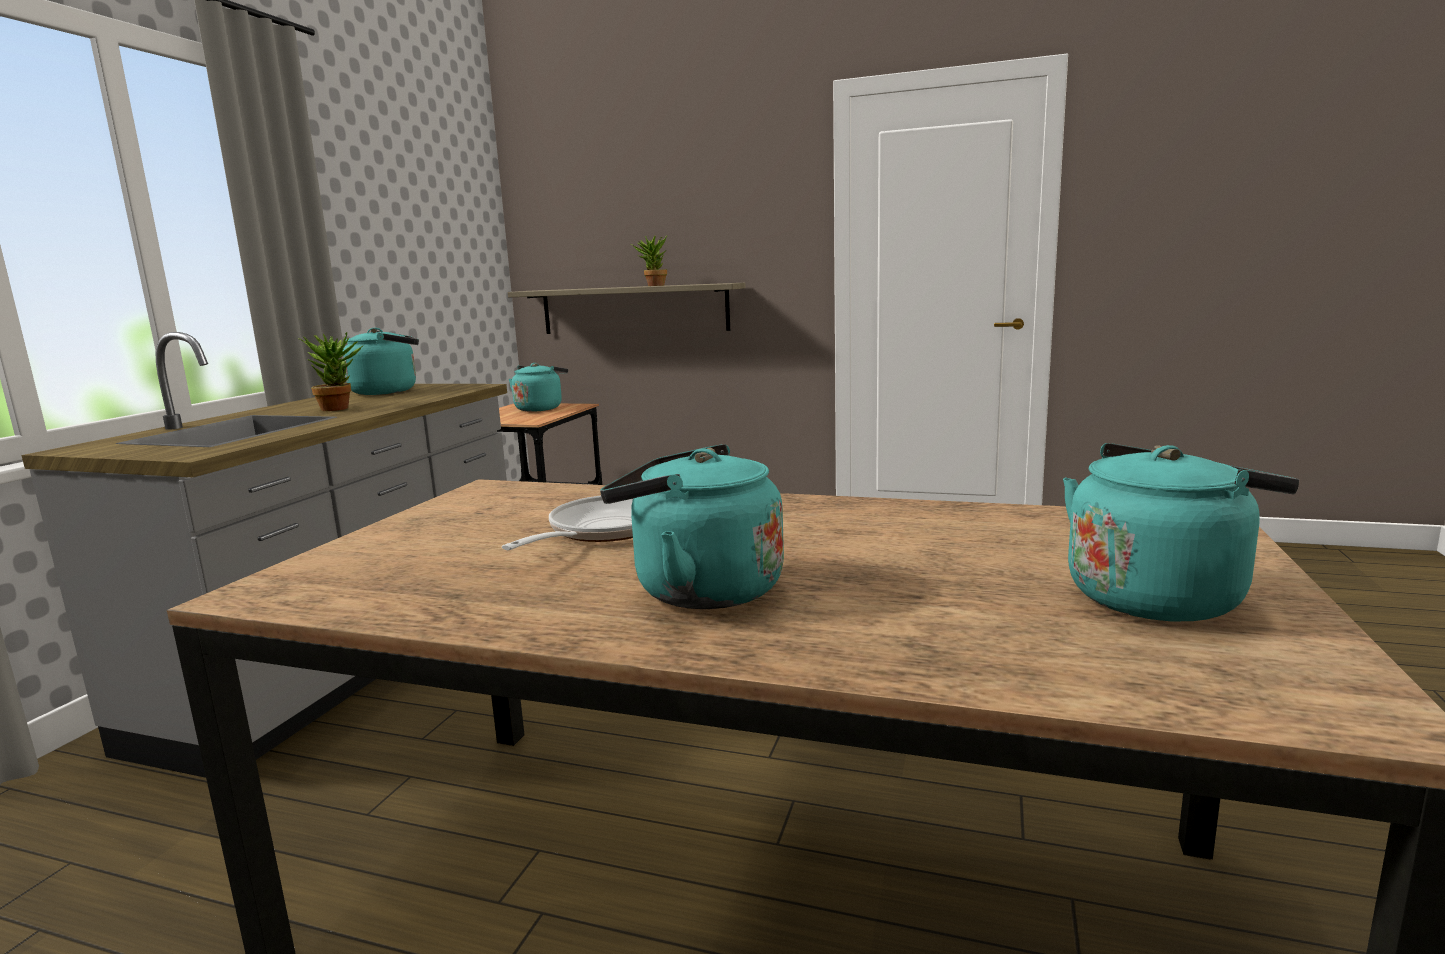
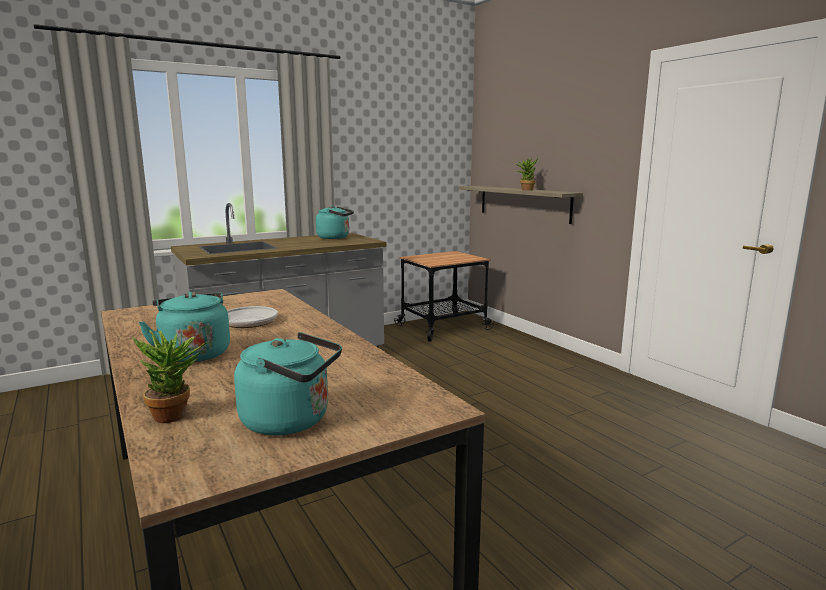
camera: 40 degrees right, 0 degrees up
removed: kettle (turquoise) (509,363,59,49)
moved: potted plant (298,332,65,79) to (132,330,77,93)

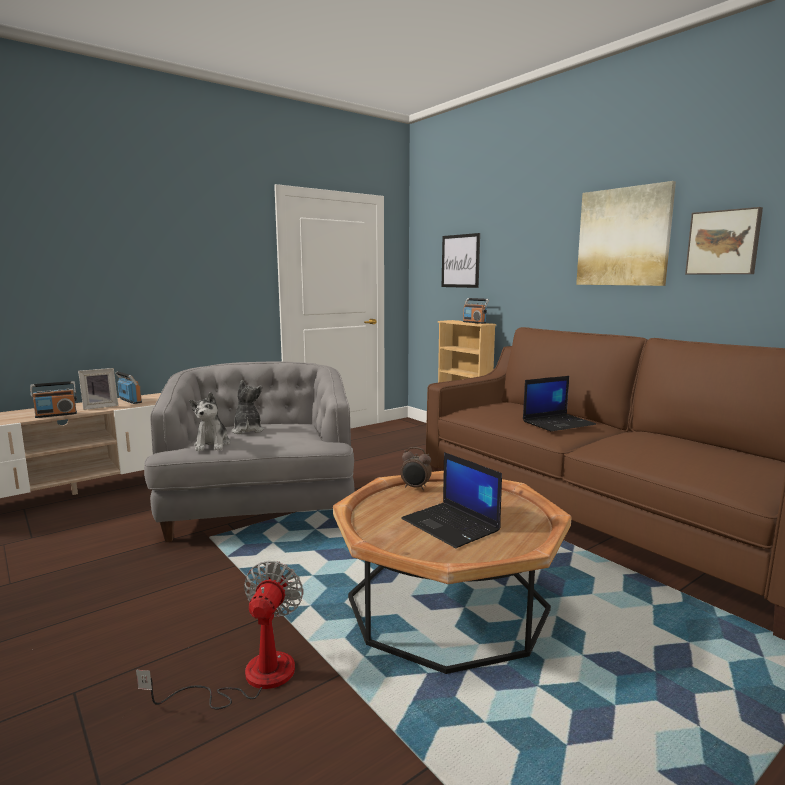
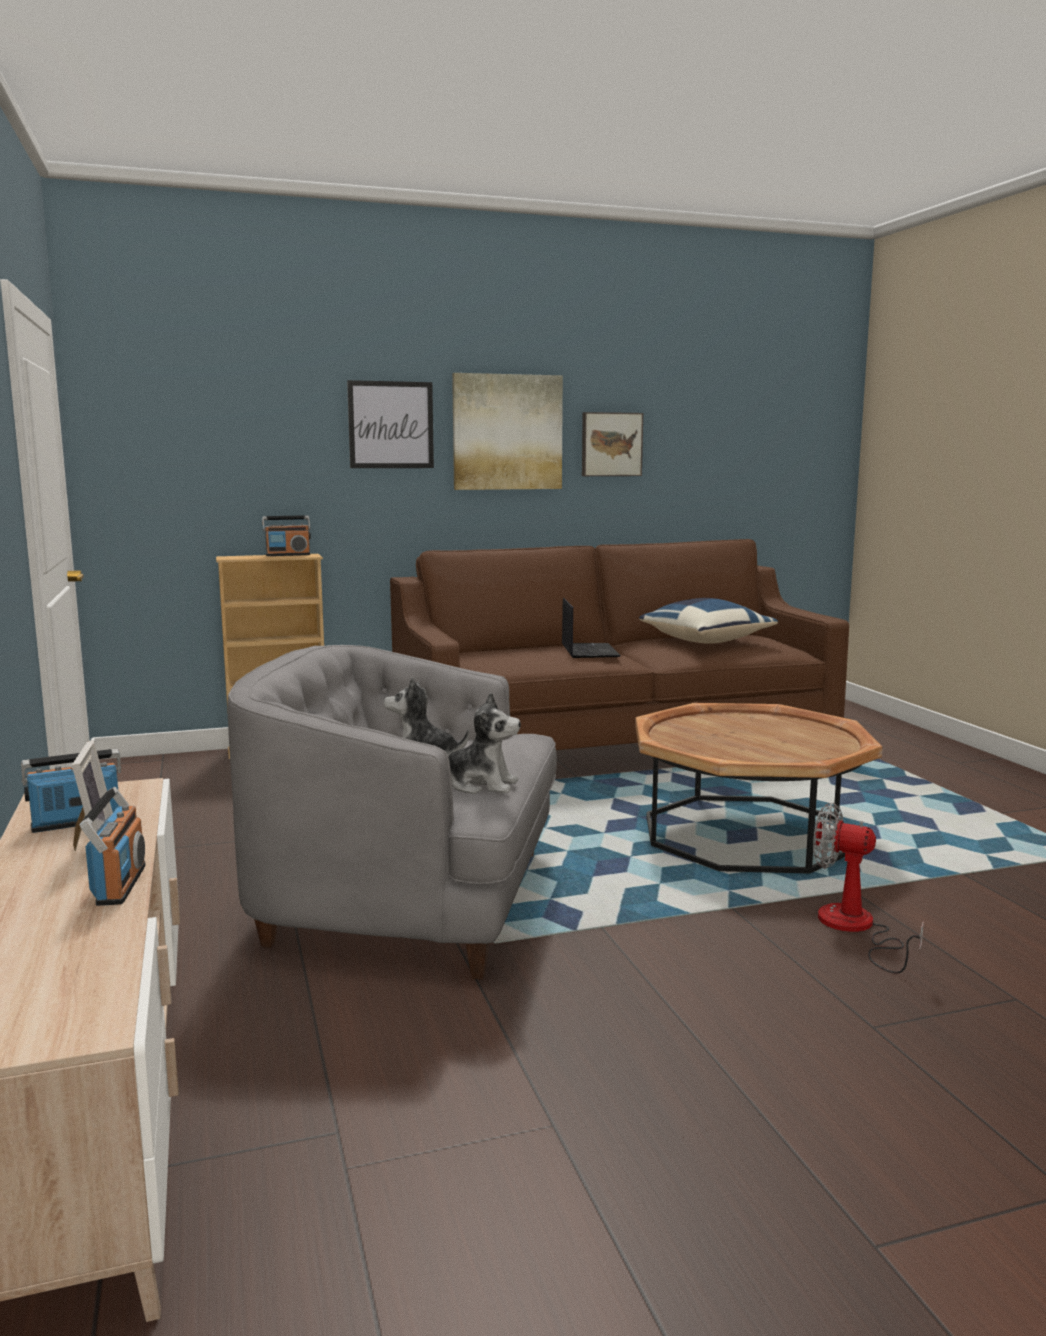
camera: 70 degrees left, 0 degrees up
removed: alarm clock (400,447,32,43); laptop (401,452,101,96)
added: pillow (blue) (639,598,139,46)
moved: picture (442,233,38,55) to (347,380,87,88)

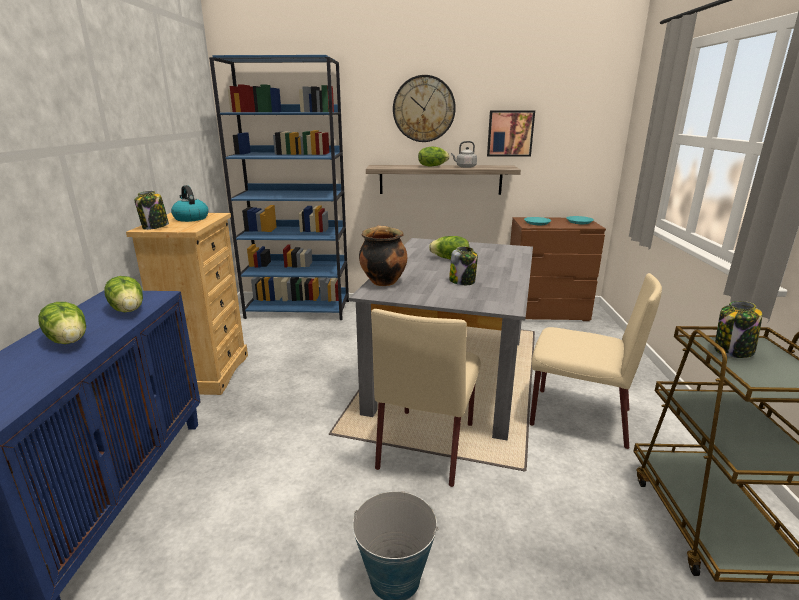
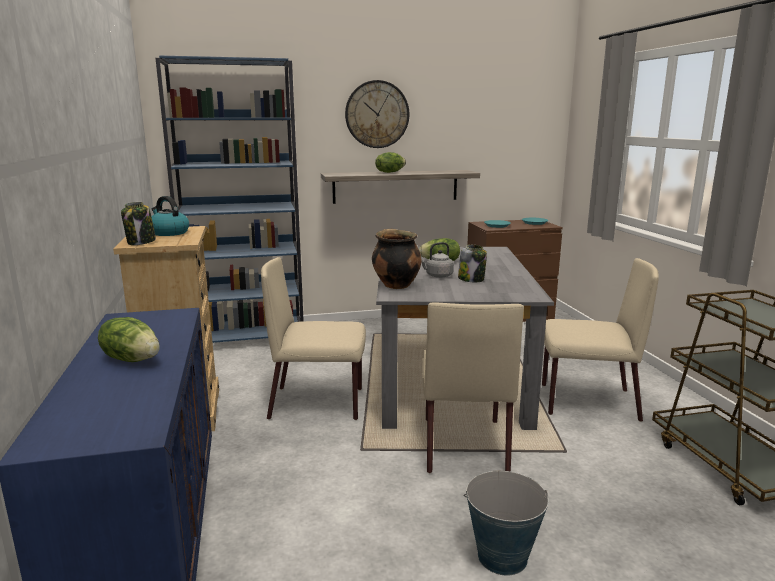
camera: 15 degrees left, 5 degrees down
removed: lettuce (105,276,38,37); picture (487,111,48,46); jar (714,301,48,57)
added: chair (beige) (261,257,105,163)
moved: kettle (grey) (451,141,26,27) to (422,242,32,36)

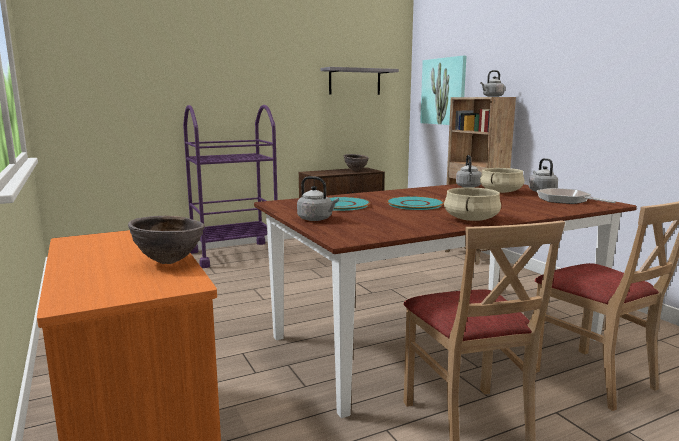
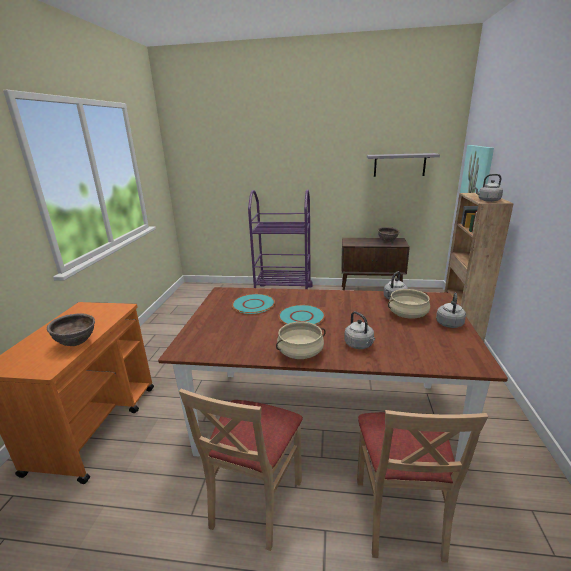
camera: 35 degrees right, 10 degrees up
removed: frying pan (537,188,79,16)
moved: kettle (grey) (297,176,42,45) to (344,311,31,38)

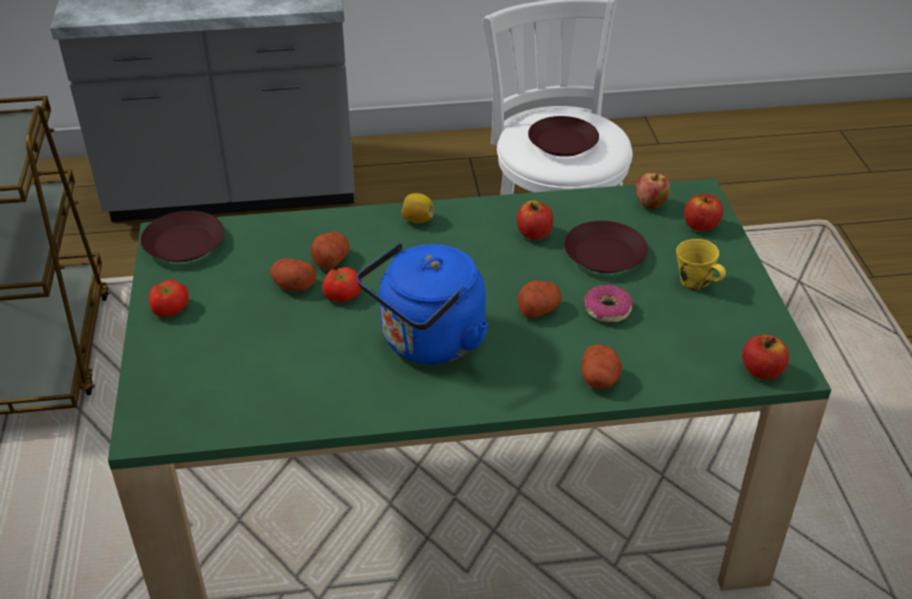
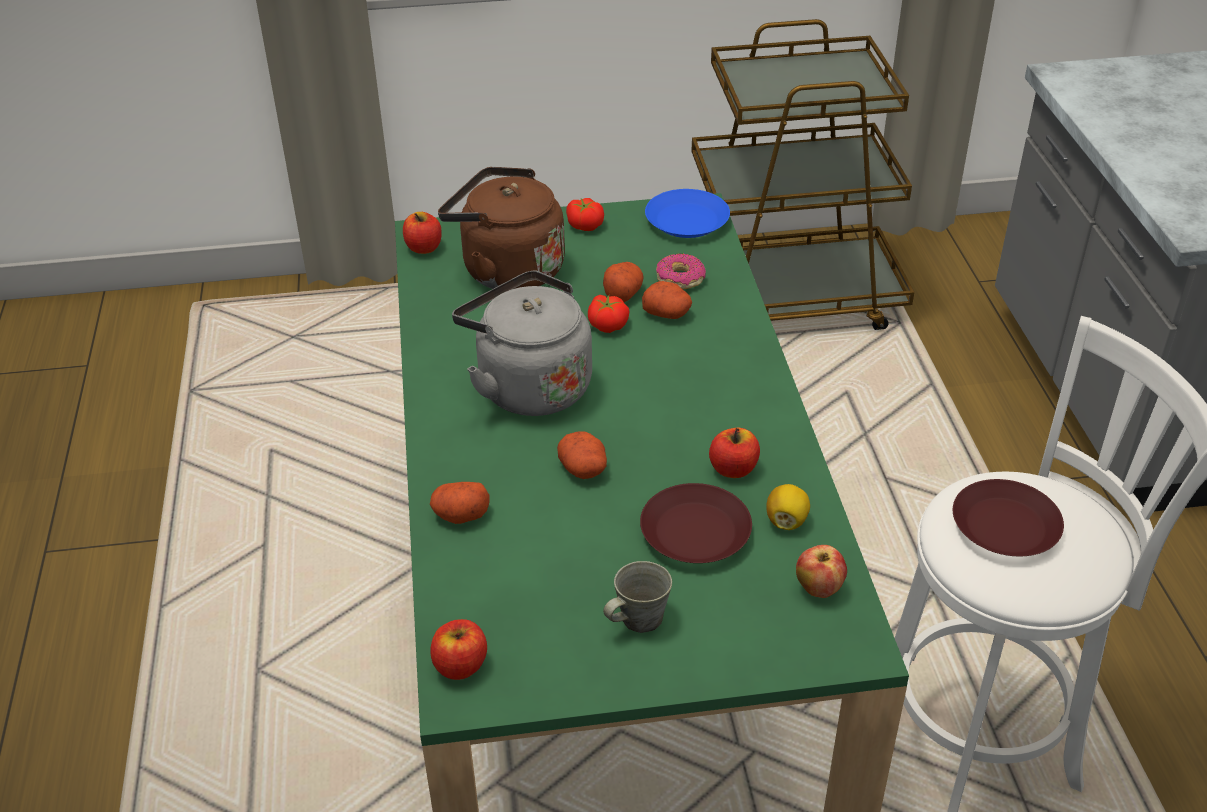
camera: 90 degrees right, 0 degrees up
added: kettle (brown) (438,167,127,122)
moved: apple (684,194,39,38) to (403,212,39,42); donut (584,284,49,38) to (656,253,50,36); lemon (401,193,33,30) to (766,484,44,46)
recoloured: kettle (blue) (357,243,132,121) to kettle (grey) (452,271,140,145); mug (yellow) (676,239,50,51) to mug (grey) (603,561,69,72); plate (brown) (140,211,84,51) to plate (blue) (645,189,85,49)

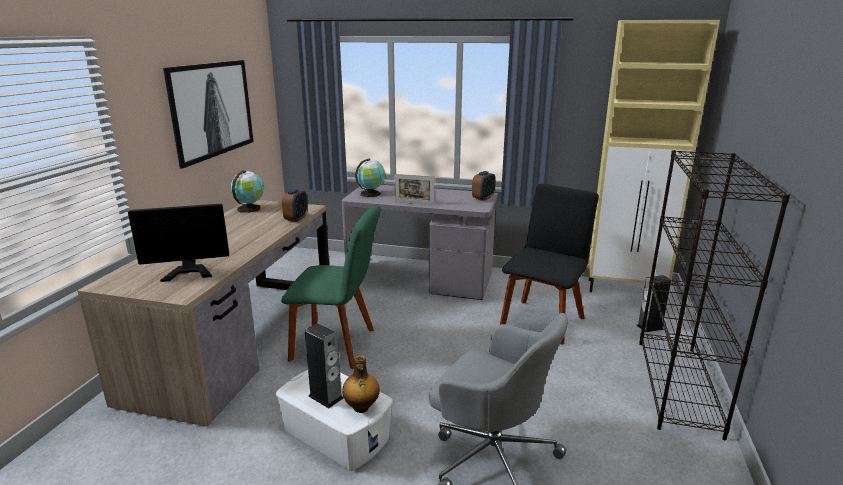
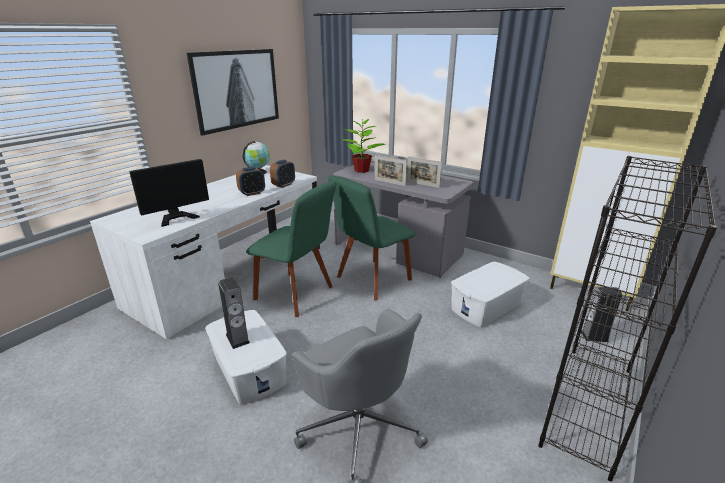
camera: 20 degrees right, 5 degrees up
removed: bottle (342,355,38,58)
added: chair (green) (328,175,87,125); picture frame (407,156,35,32)
moved: alarm clock (472,171,24,30) to (236,167,29,29)
replaced: globe (355,159,30,38) to potted plant (343,119,43,54); chair (black) (500,184,99,161) to storage box (white) (451,262,78,65)
recoloured: desk (brown) (77,200,252,227) to desk (white) (90,165,230,174)
turned: monitor (128,204,101,78) = (129,159,80,68) 45 degrees counterclockwise

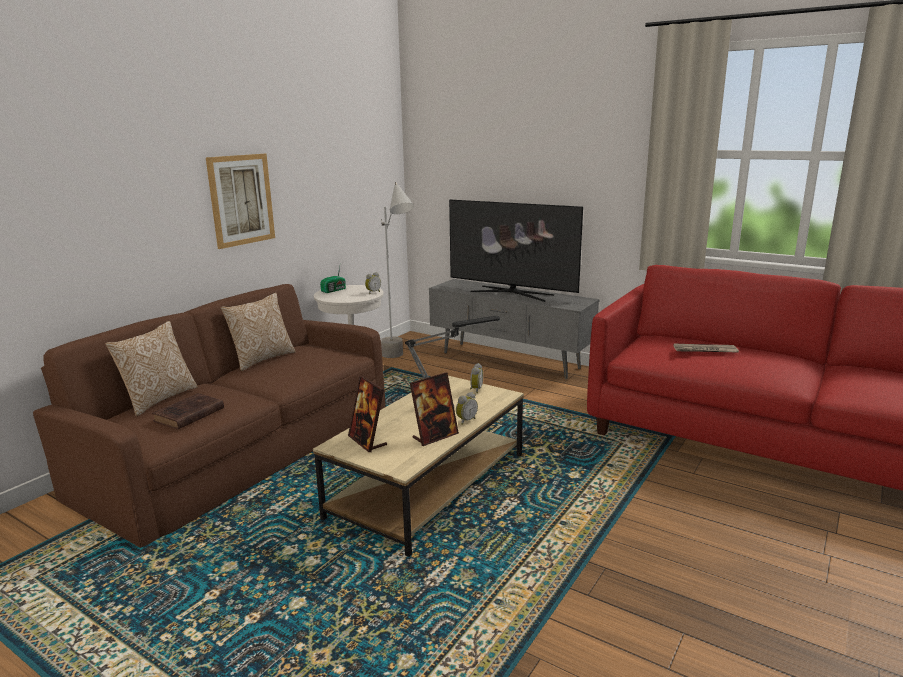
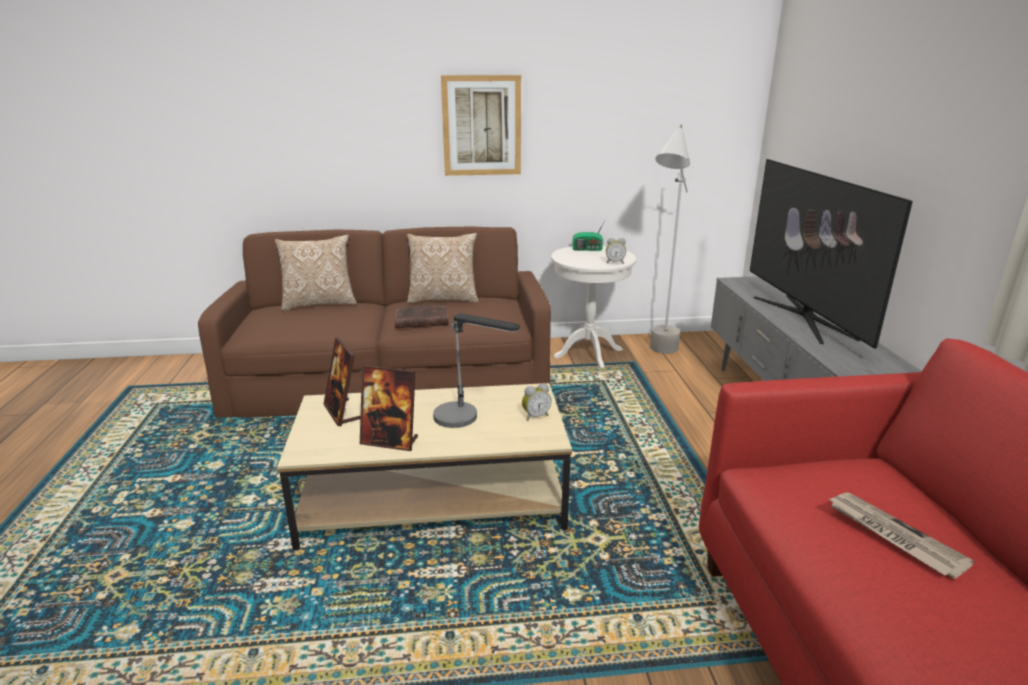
camera: 50 degrees right, 5 degrees up
removed: alarm clock (456,392,22,33)
moved: book (brown) (152,393,72,37) to (395,305,54,23)
turned: picture frame (348,376,39,76) = (323,337,37,89) 45 degrees counterclockwise

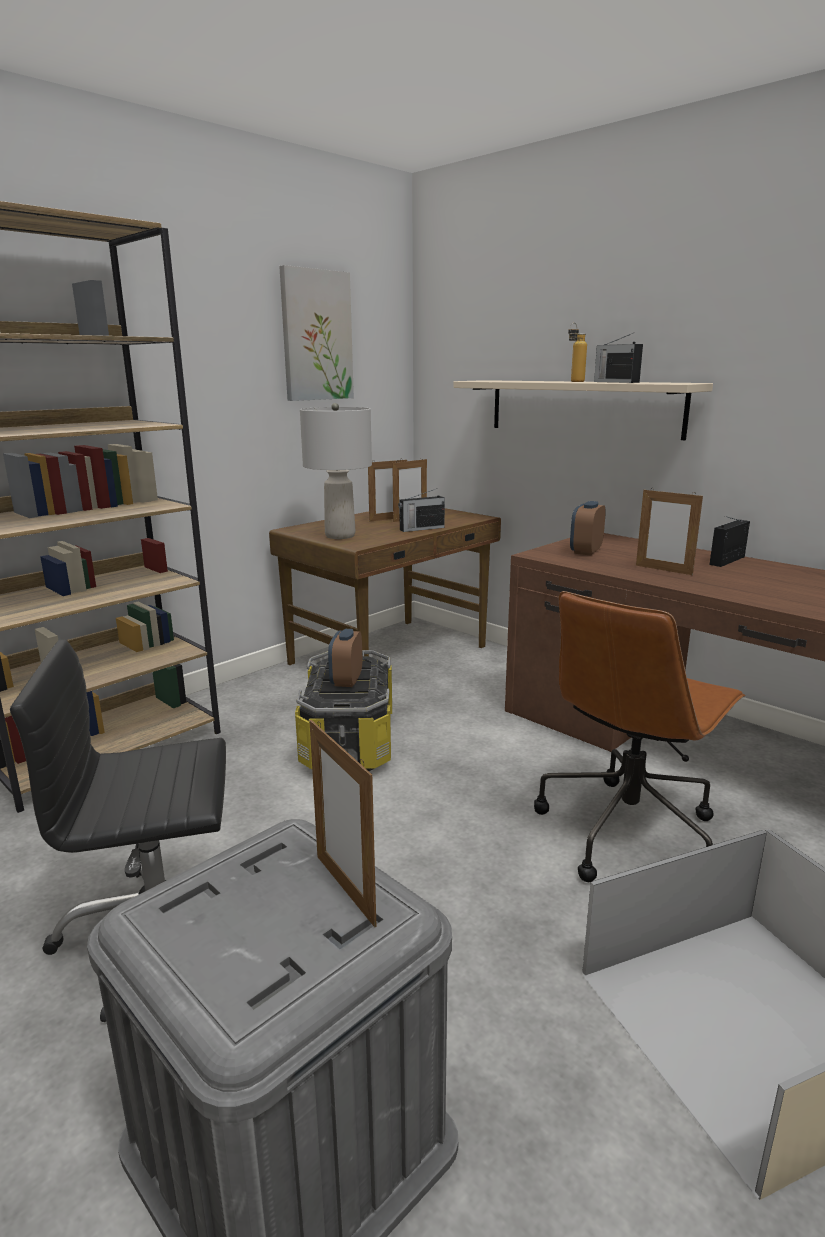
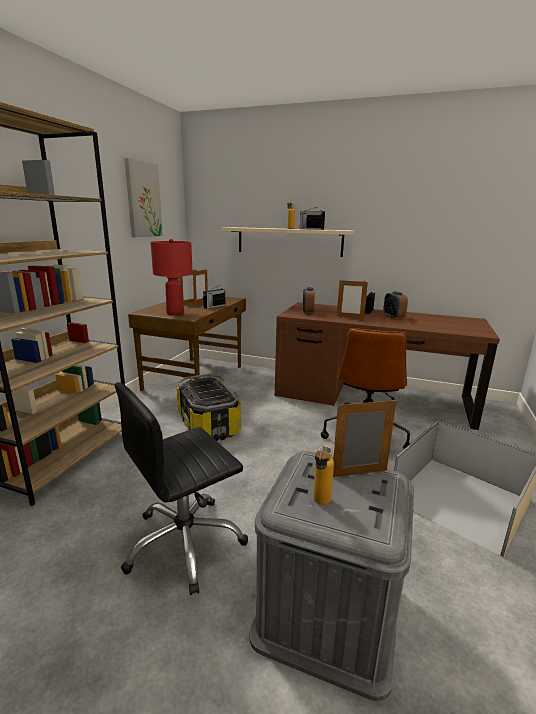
camera: 25 degrees left, 0 degrees up
added: bottle (314,446,20,59)
moved: alarm clock (328,629,34,58) to (384,291,24,28)
recoloured: table lamp (grey) (300,403,72,136) to table lamp (red) (151,239,42,76)
turned: picture frame (309,720,67,207) = (333,399,63,78) 135 degrees clockwise

